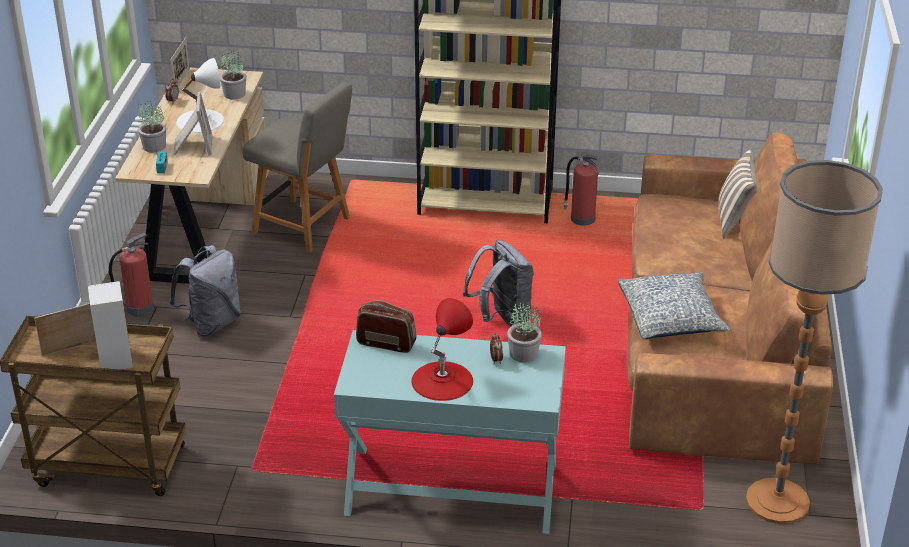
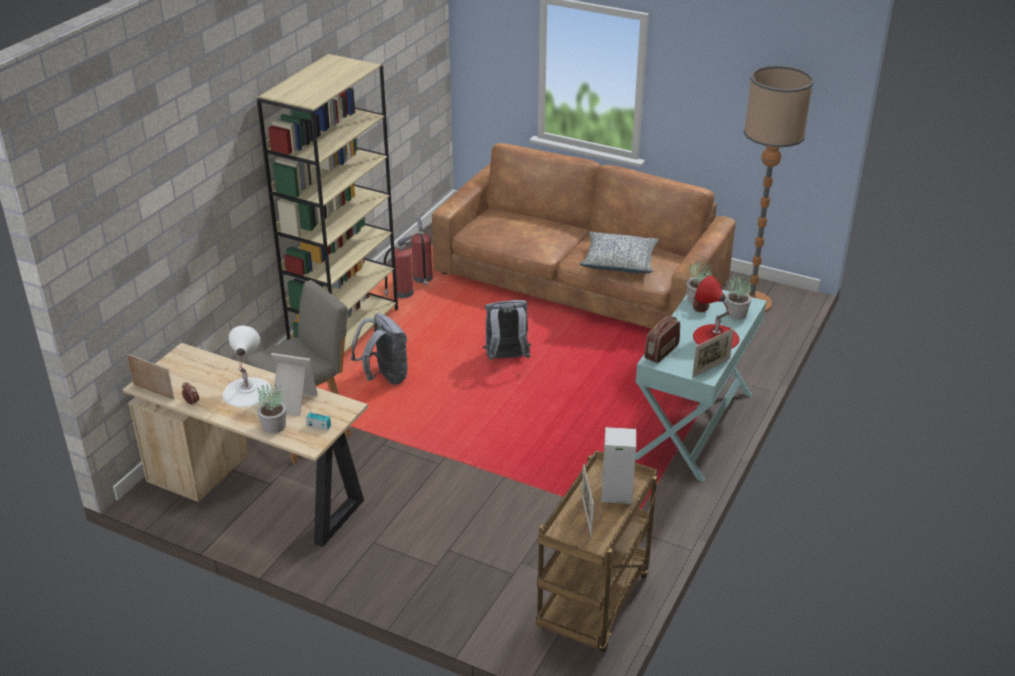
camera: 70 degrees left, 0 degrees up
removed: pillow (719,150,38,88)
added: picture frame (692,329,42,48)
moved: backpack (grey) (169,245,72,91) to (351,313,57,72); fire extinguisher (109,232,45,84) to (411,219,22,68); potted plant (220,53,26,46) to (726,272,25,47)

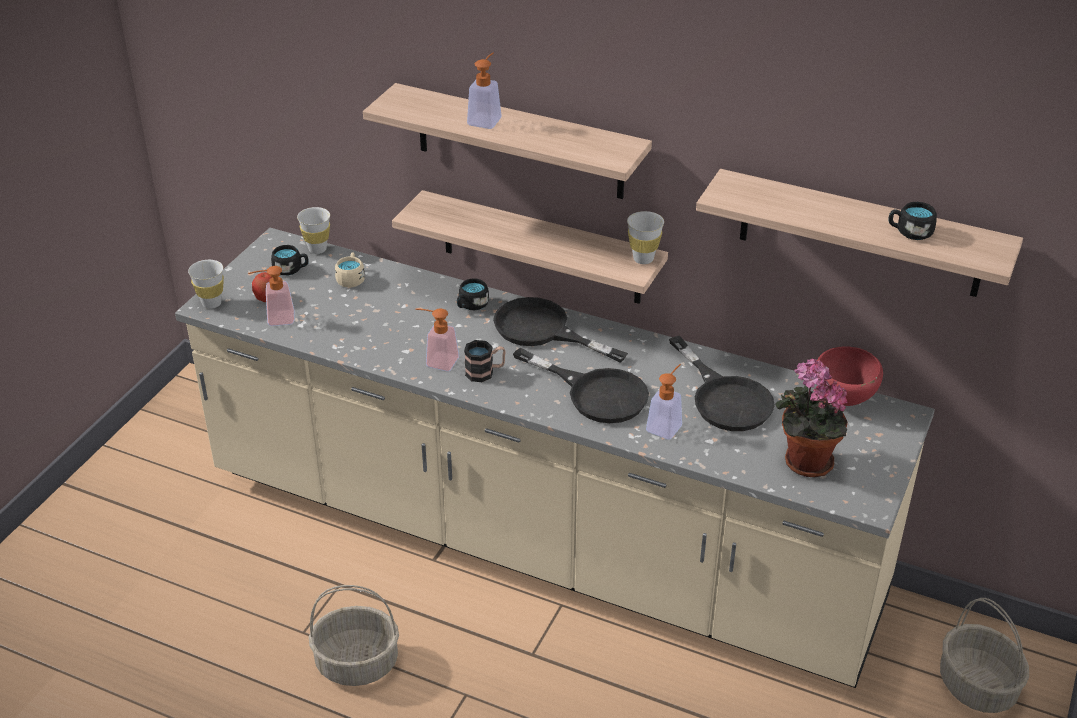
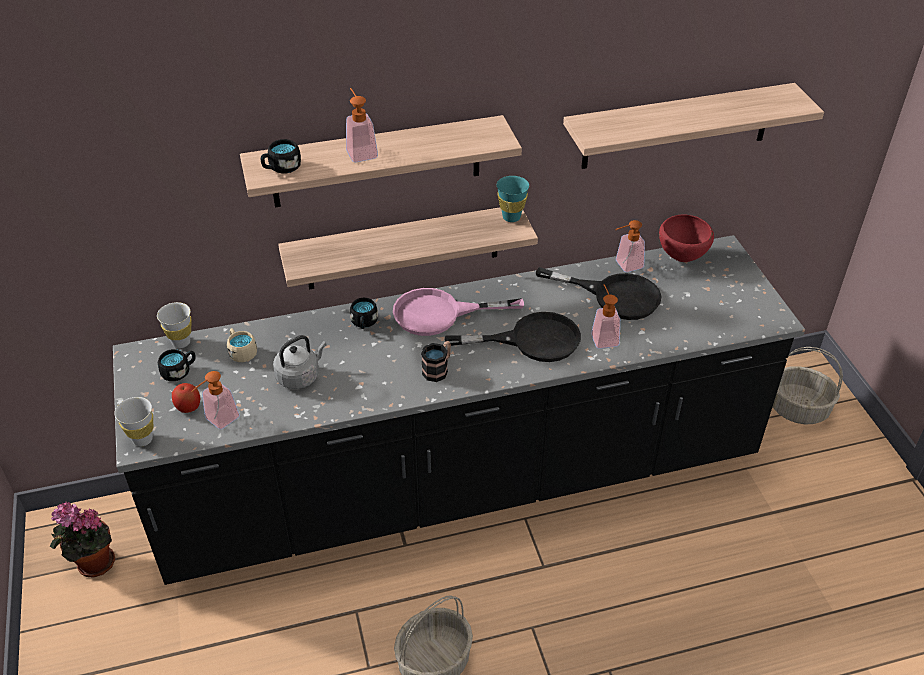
camera: 40 degrees left, 5 degrees up
added: kettle (grey) (273,335,53,54)
moved: potted plant (775,358,73,119) to (50,502,65,76); mug (black) (888,202,49,38) to (261,139,40,35); soap dispenser (415,308,44,63) to (615,220,30,52)
recoloured: counter (beige) (175,228,760,460) to counter (black) (113,235,692,350); frying pan (black) (493,297,135,65) to frying pan (pink) (393,288,131,48); cup (white) (627,211,37,53) to cup (turquoise) (497,176,32,46)

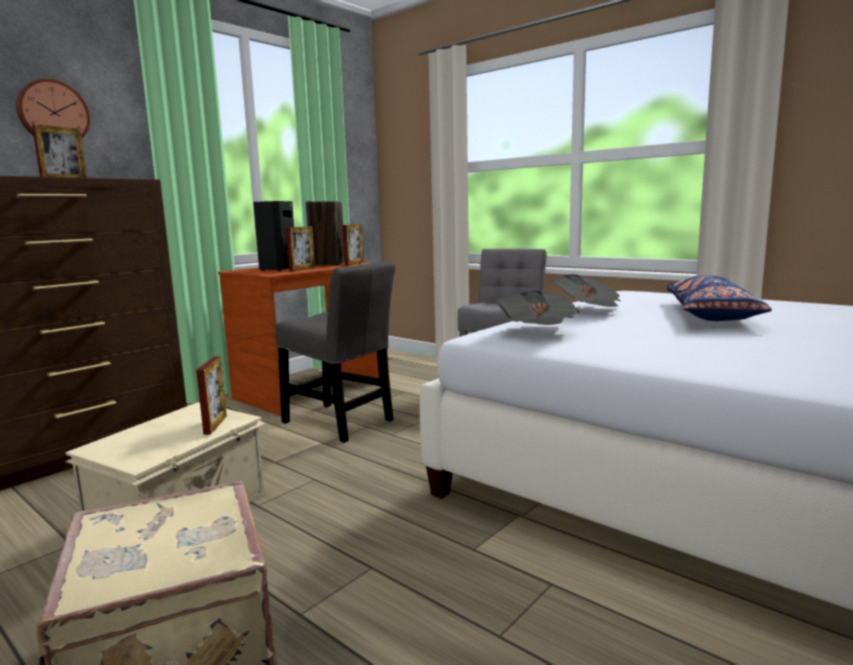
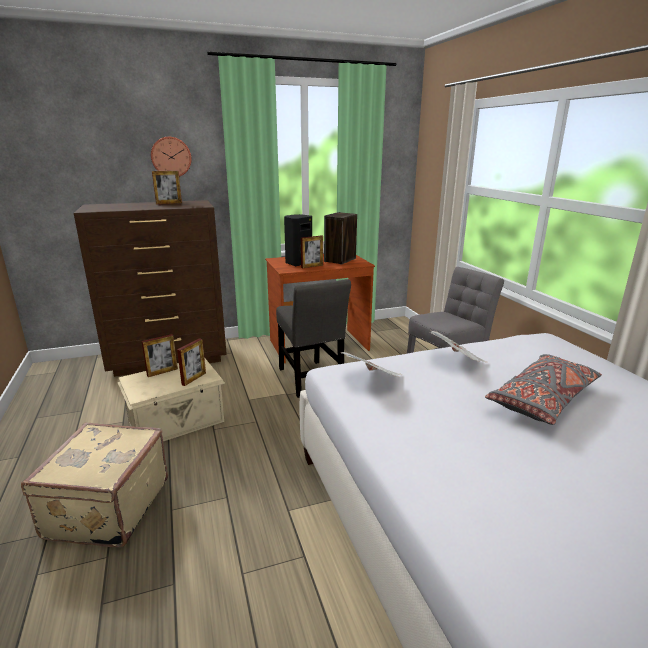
camera: 30 degrees right, 10 degrees up
moved: picture frame (342,224,22,41) to (142,334,36,43)
recoloured: pillow (blue) (667,275,105,46) to pillow (grey) (485,354,117,71)

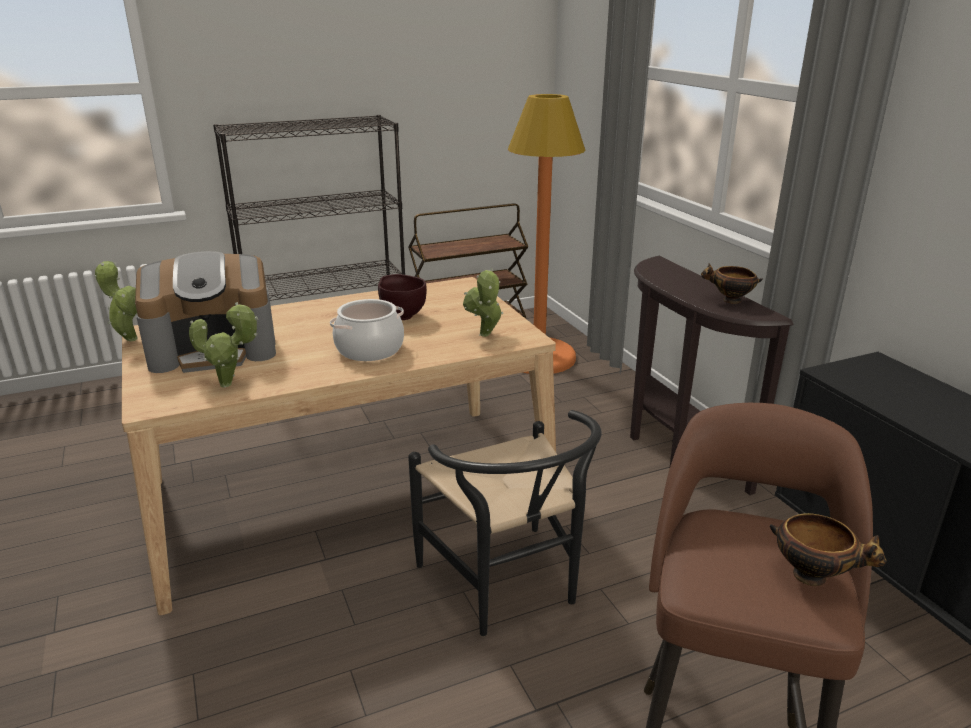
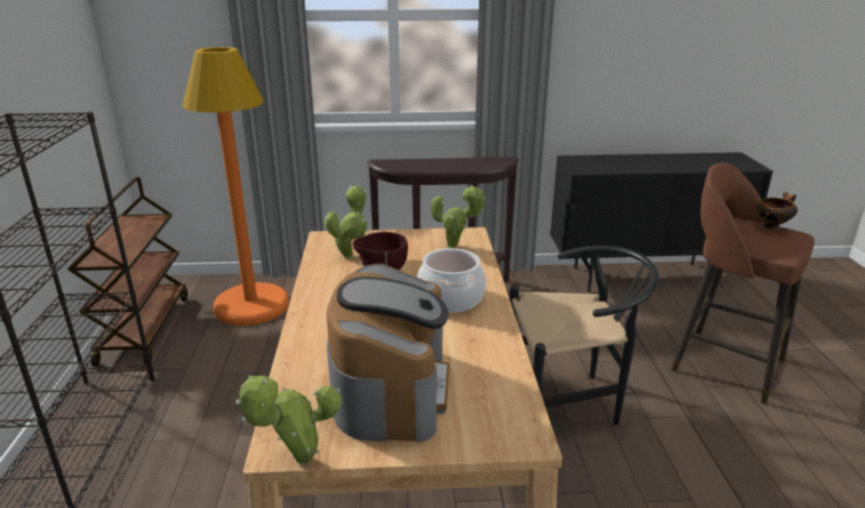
camera: 70 degrees left, 0 degrees up
removed: bowl (701,263,62,41)
moved: potted plant (189,302,69,86) to (324,185,43,74)

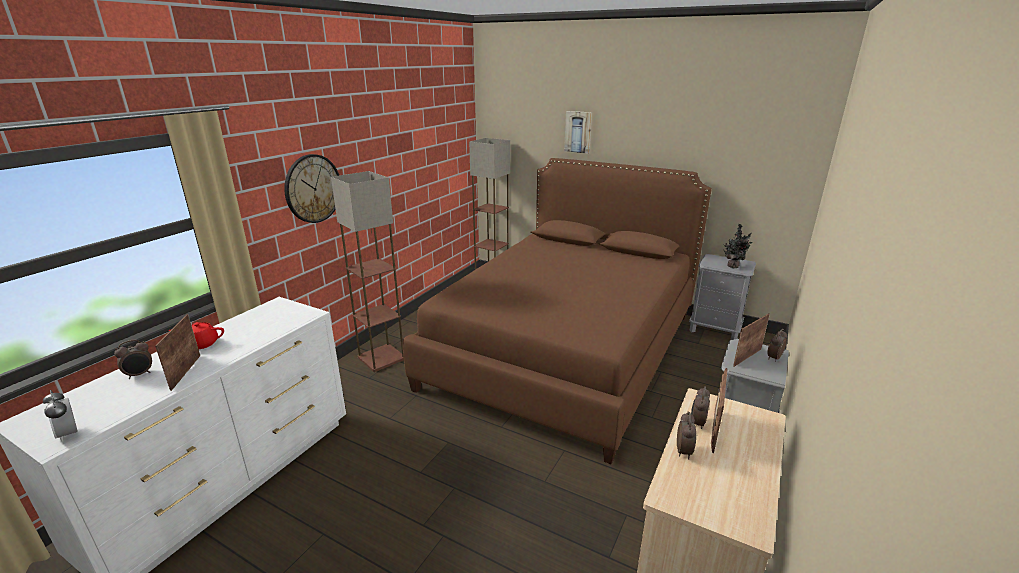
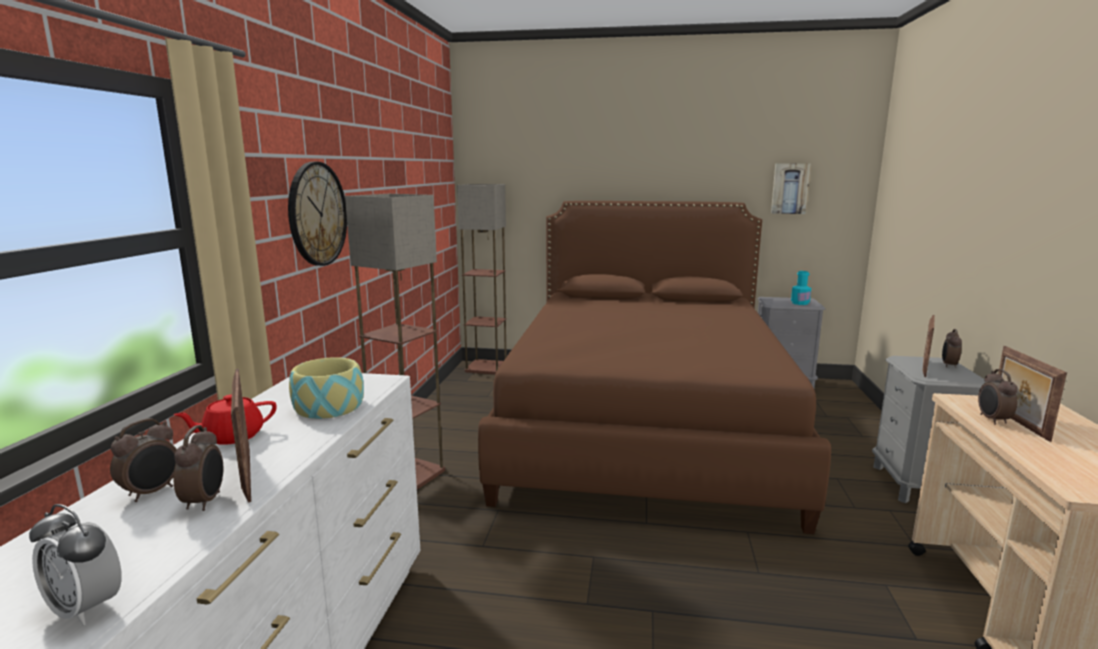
camera: 20 degrees left, 10 degrees down
added: bowl (289,357,75,62)
moved: alarm clock (677,411,19,48) to (174,425,49,86); picture (564,111,28,43) to (771,163,40,51)
replaced: potted plant (723,224,29,44) to bottle (turquoise) (791,271,20,34)

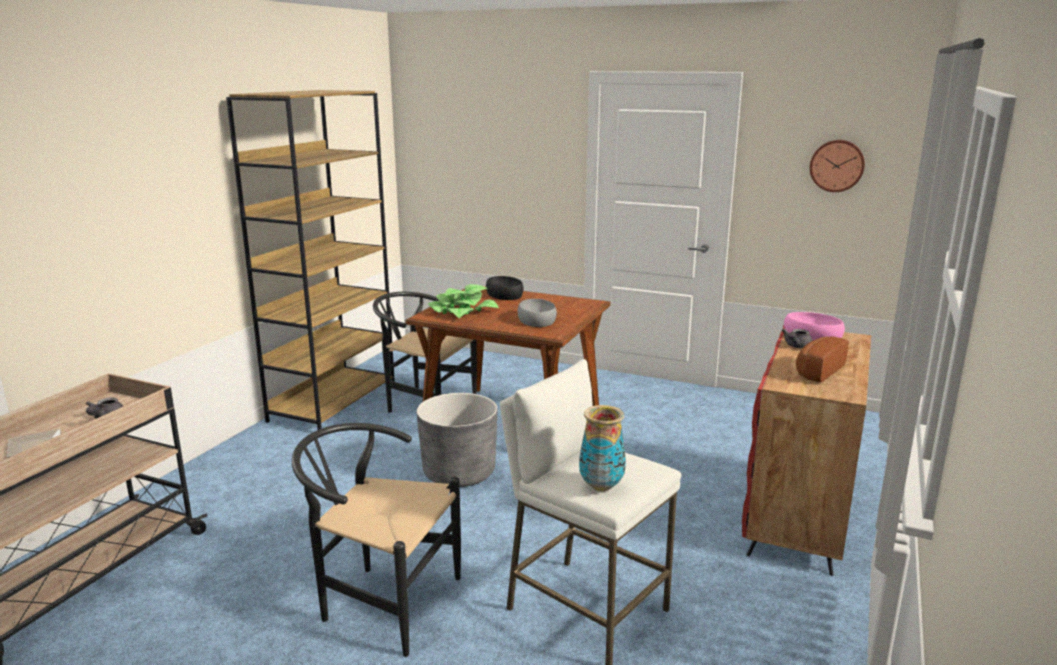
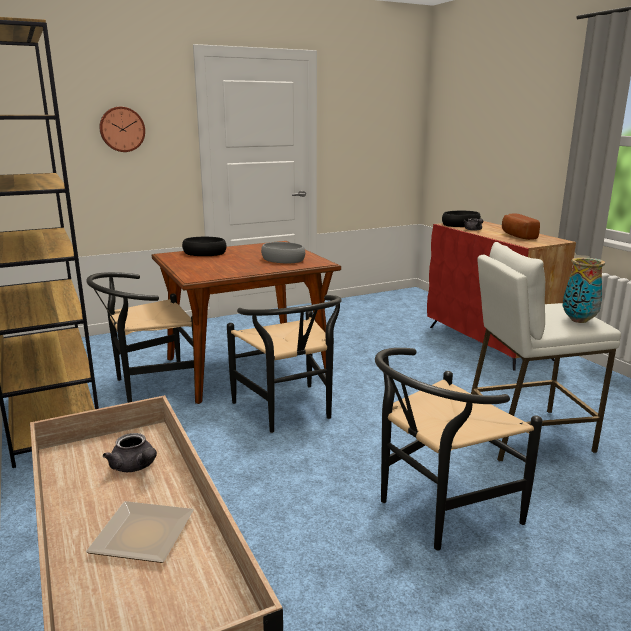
camera: 50 degrees left, 0 degrees up
removed: potted plant (428,284,71,34)
moved: wall clock (810,140,55,52) to (99,107,46,45)
replaced: planter (grey) (417,393,81,94) to chair (black) (227,295,115,138)
recoloured: bowl (pink) (784,312,61,29) to bowl (black) (442,211,39,16)

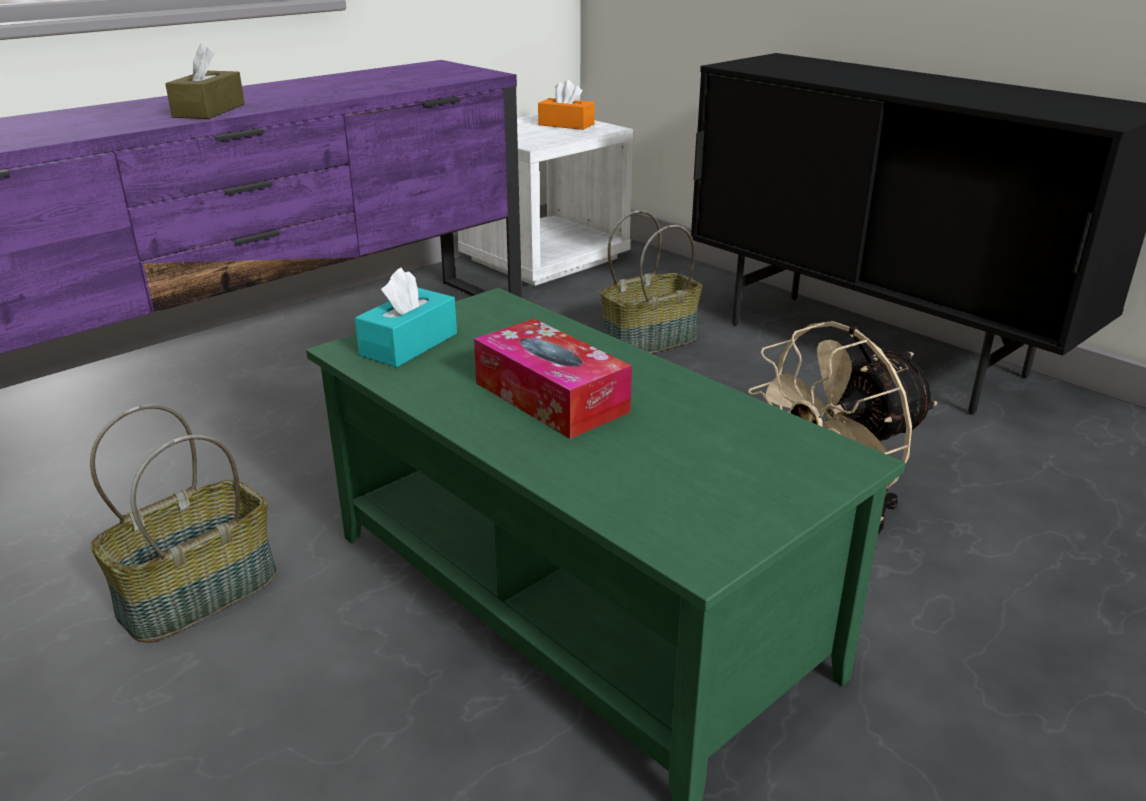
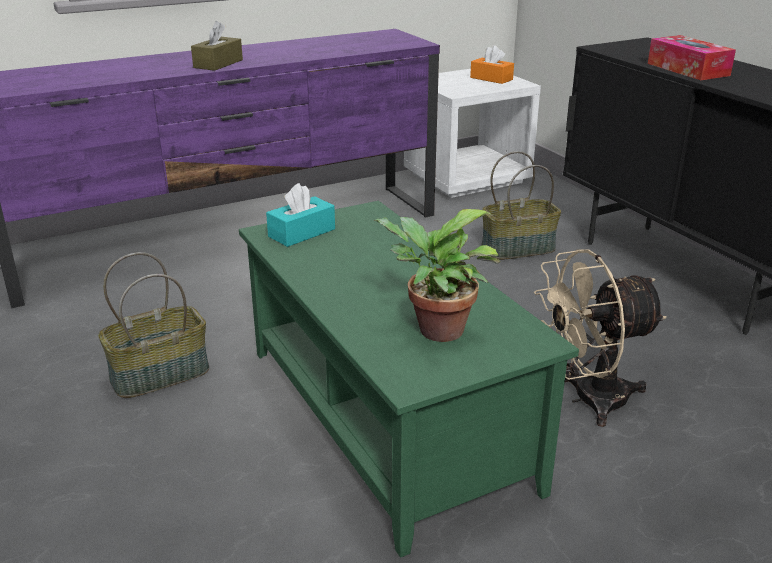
camera: 15 degrees right, 0 degrees up
added: potted plant (373,209,128,133)
moved: tissue box (474,319,158,120) to (648,35,88,45)

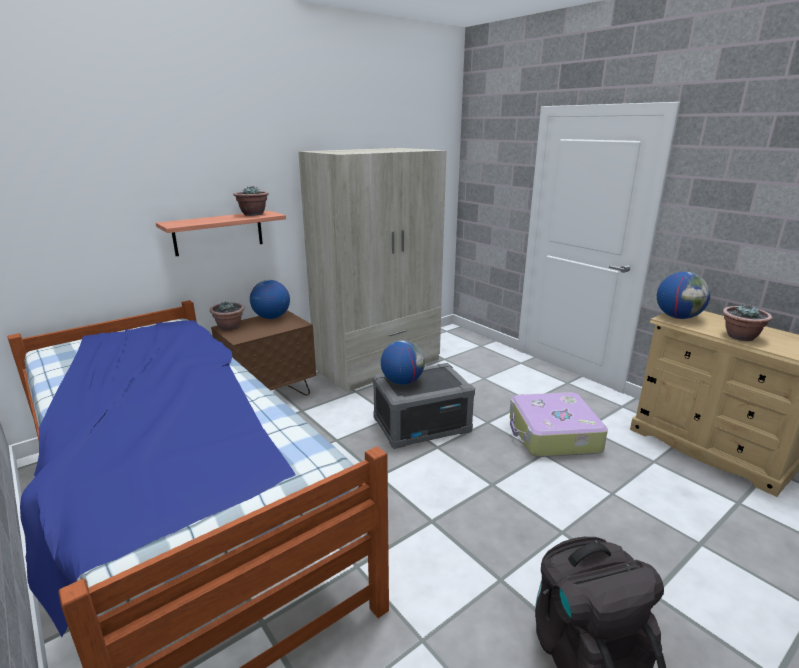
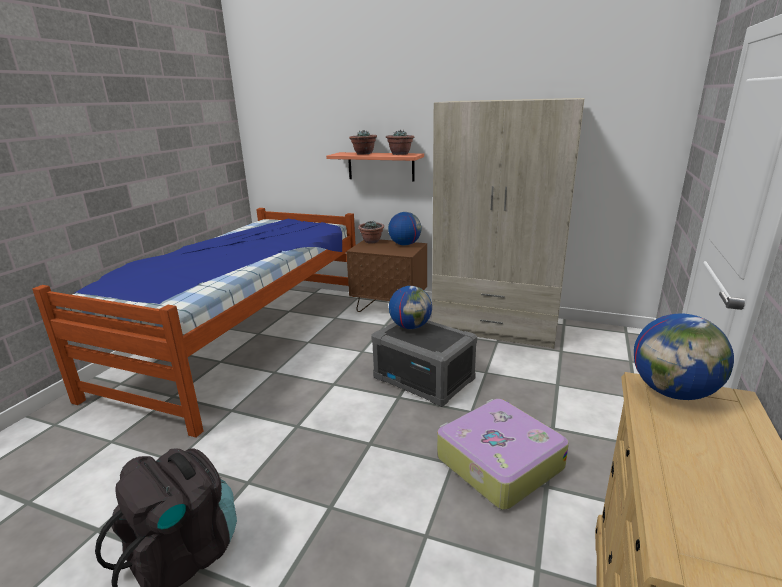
camera: 60 degrees right, 0 degrees up
moved: potted plant (722,304,50,37) to (349,130,28,25)

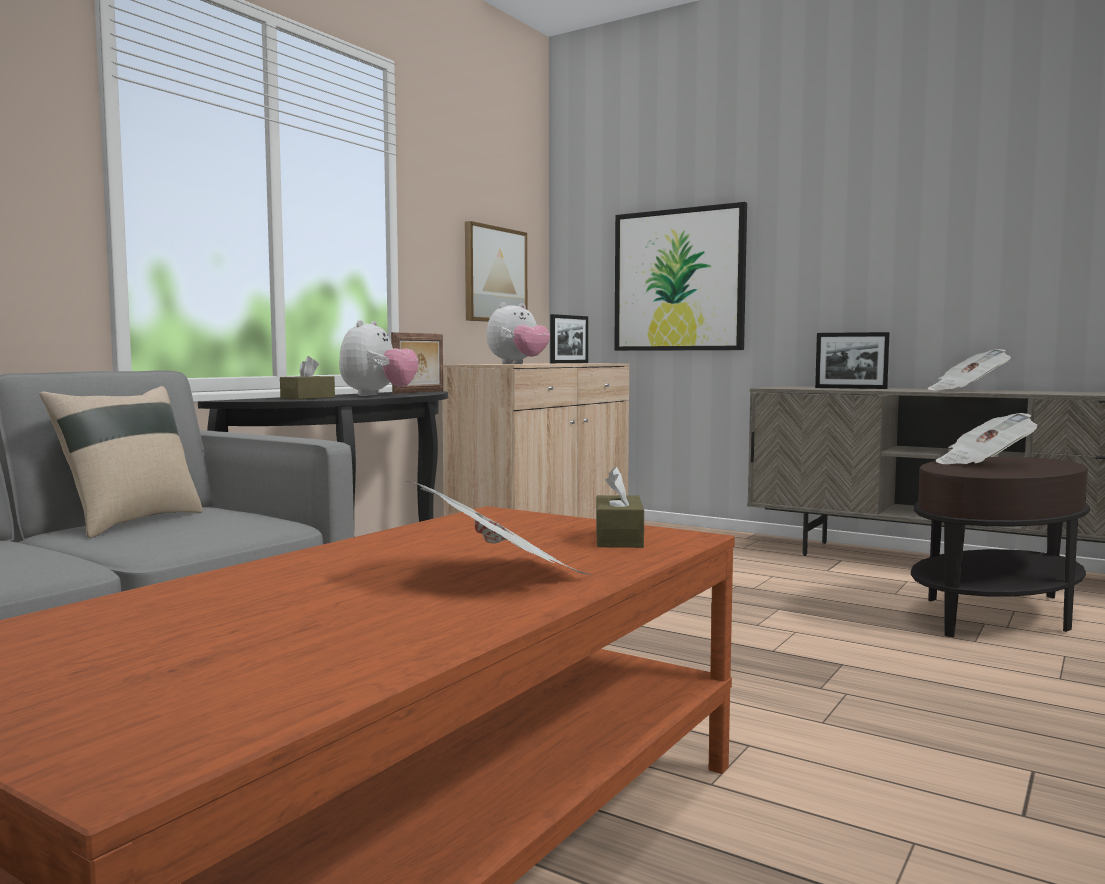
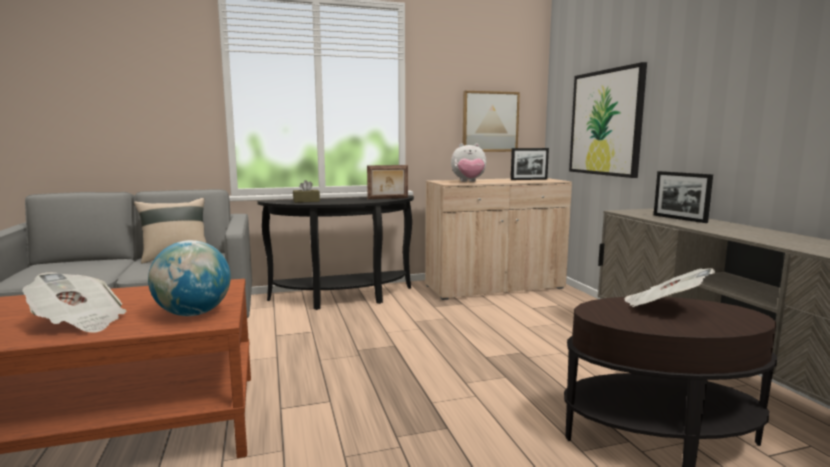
camera: 40 degrees right, 5 degrees up
removed: plush toy (339,320,80,76); newspaper (928,349,83,41)
replaced: tissue box (brown) (596,467,48,81) to globe (148,240,83,76)

